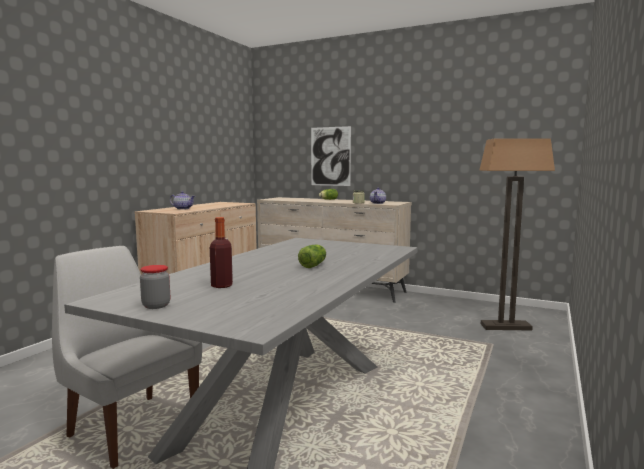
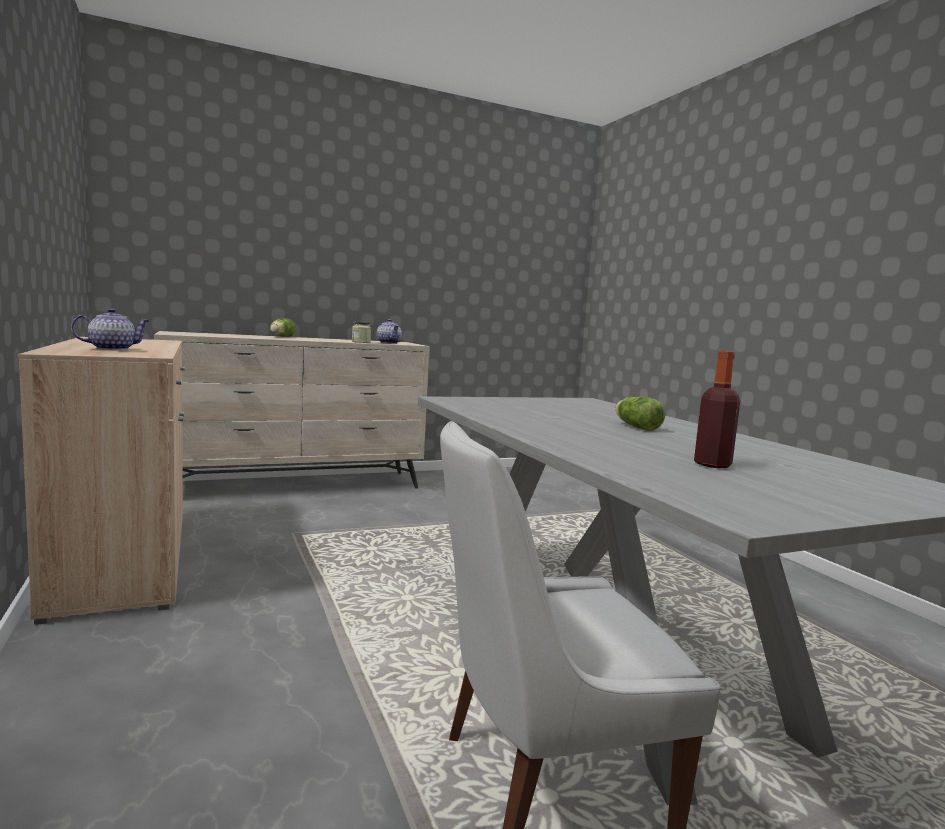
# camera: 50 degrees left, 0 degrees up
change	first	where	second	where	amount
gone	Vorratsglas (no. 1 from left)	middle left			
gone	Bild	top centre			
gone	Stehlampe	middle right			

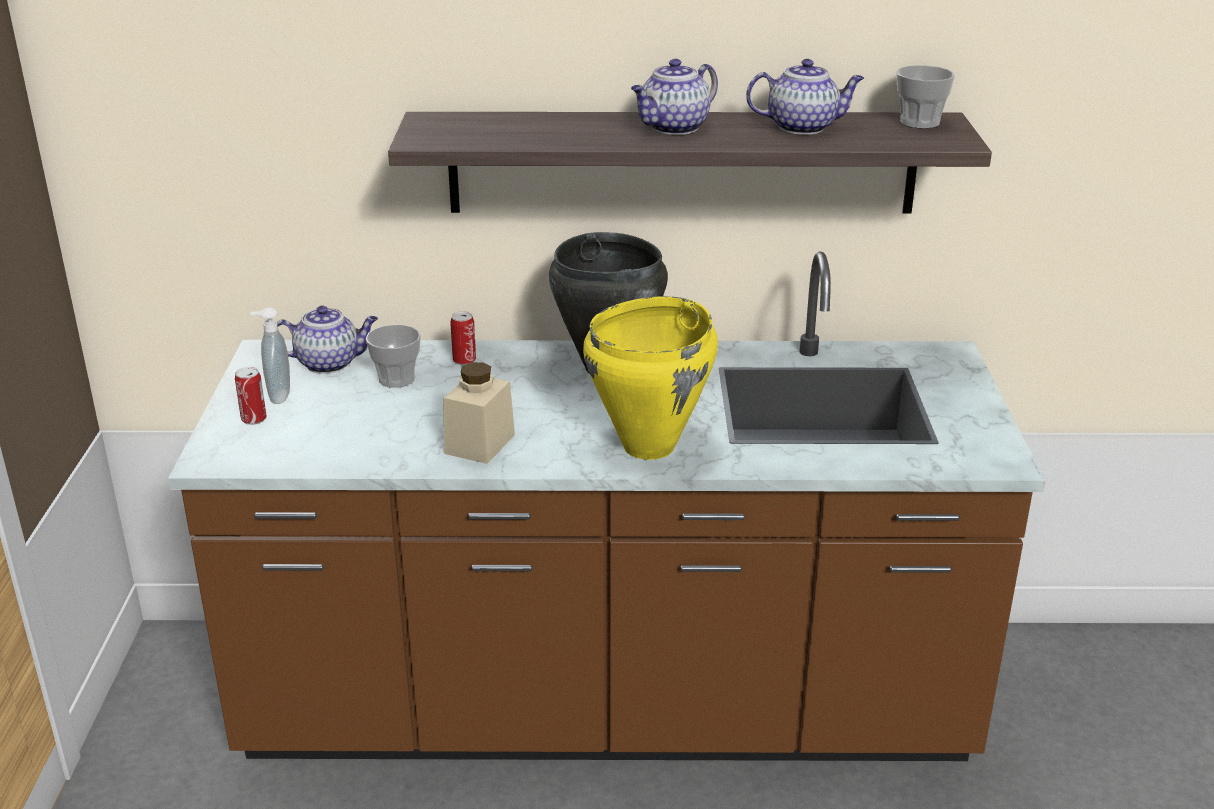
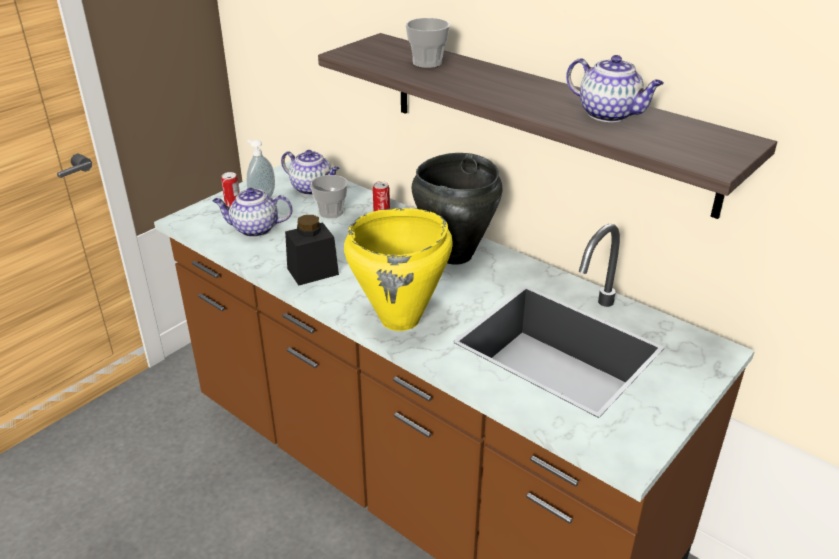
# camera: 40 degrees right, 5 degrees up
change	first	where	second	where	amount
shifted	Teekanne (no. 2 from left in the first image)	top centre	Teekanne (no. 1 from left)	middle left	
repainted	Vorratsglas [beige]	centre	Vorratsglas [schwarz]	centre	
shifted	Tasse (no. 2 from left)	top right		top centre	

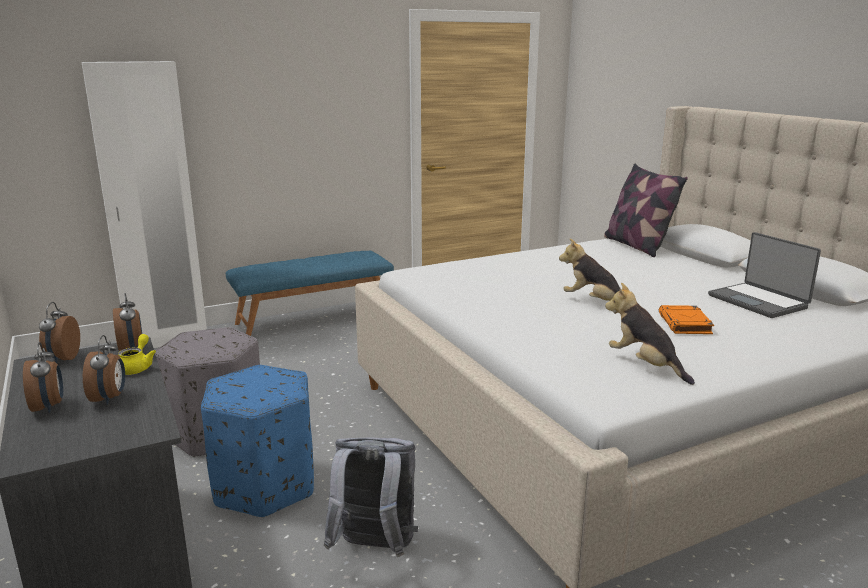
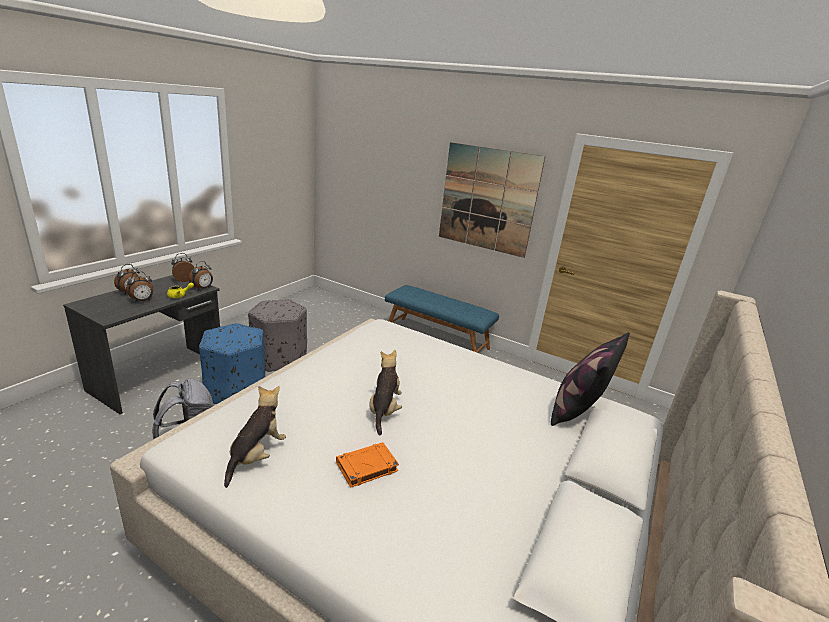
# camera: 55 degrees right, 5 degrees up
change	first	where	second	where	amount
new			Bild	top centre	
gone	Kleiderschrank [weiß]	middle left			
gone	Laptop	middle right			

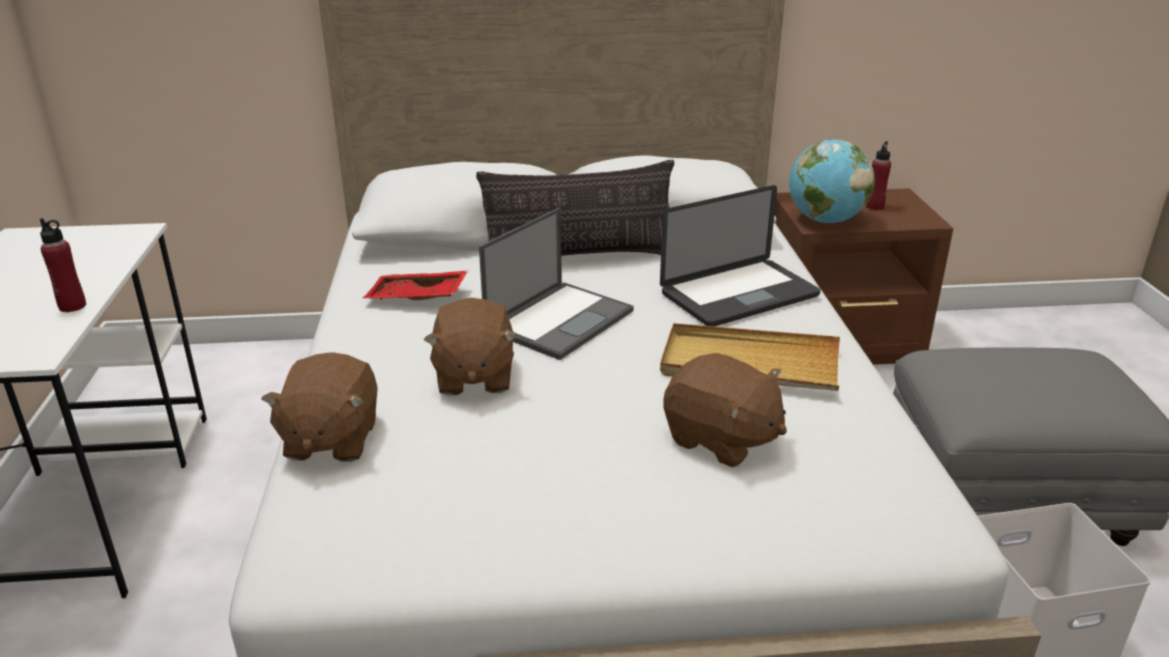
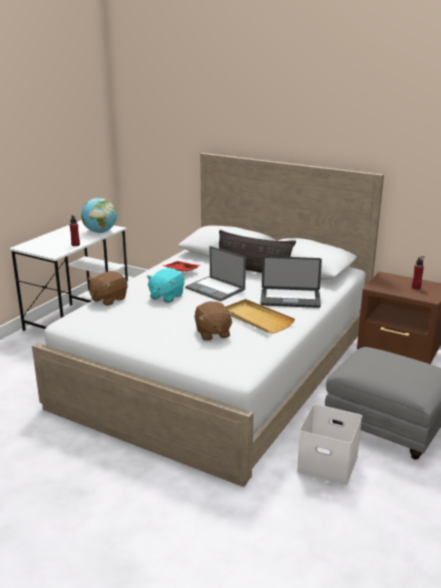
# camera: 35 degrees right, 5 degrees down
change	first	where	second	where	amount
shifted	Globus	top right		middle left	
repainted	Plüschtier [braun] (no. 2 from left)	centre	Plüschtier [türkis]	centre	
rotated	Laptop (no. 1 from left)	centre		centre	60 degrees clockwise

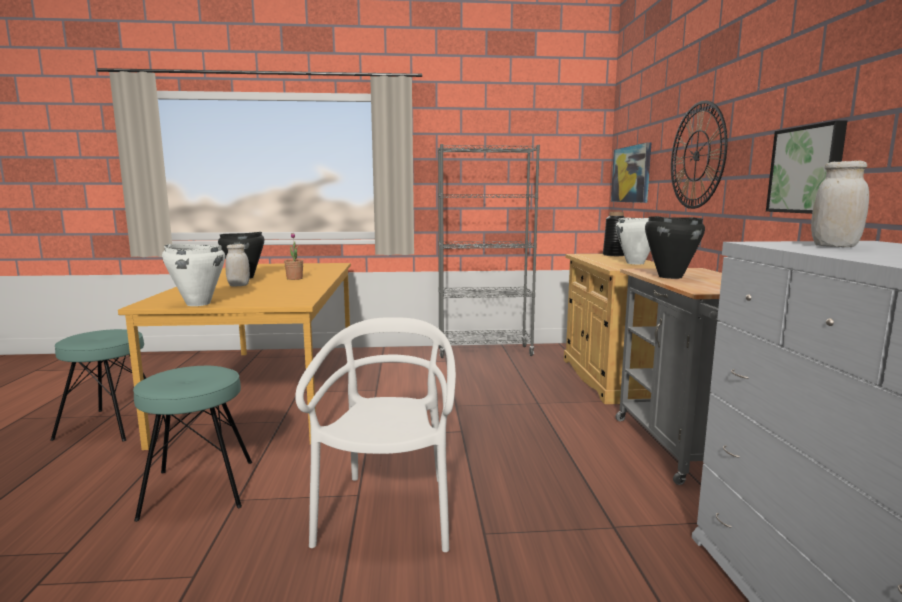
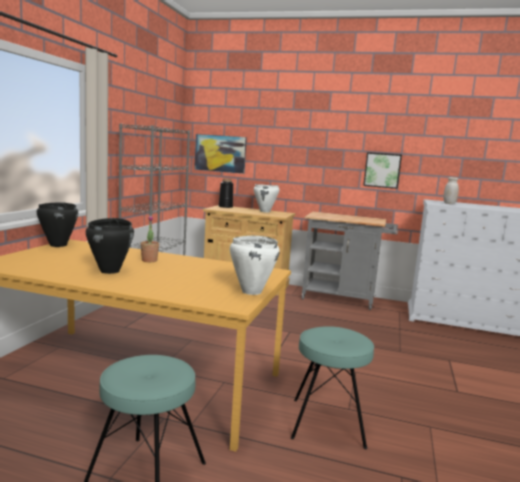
# camera: 70 degrees left, 0 degrees up
change	first	where	second	where	amount
shifted	Kochtopf [schwarz] (no. 2 from left in the first image)	middle right	Kochtopf [schwarz] (no. 1 from left)	middle left	
gone	Vorratsglas [weiß] (no. 1 from left)	middle left			
gone	Stuhl [weiß]	bottom centre			
gone	Wanduhr	top right			

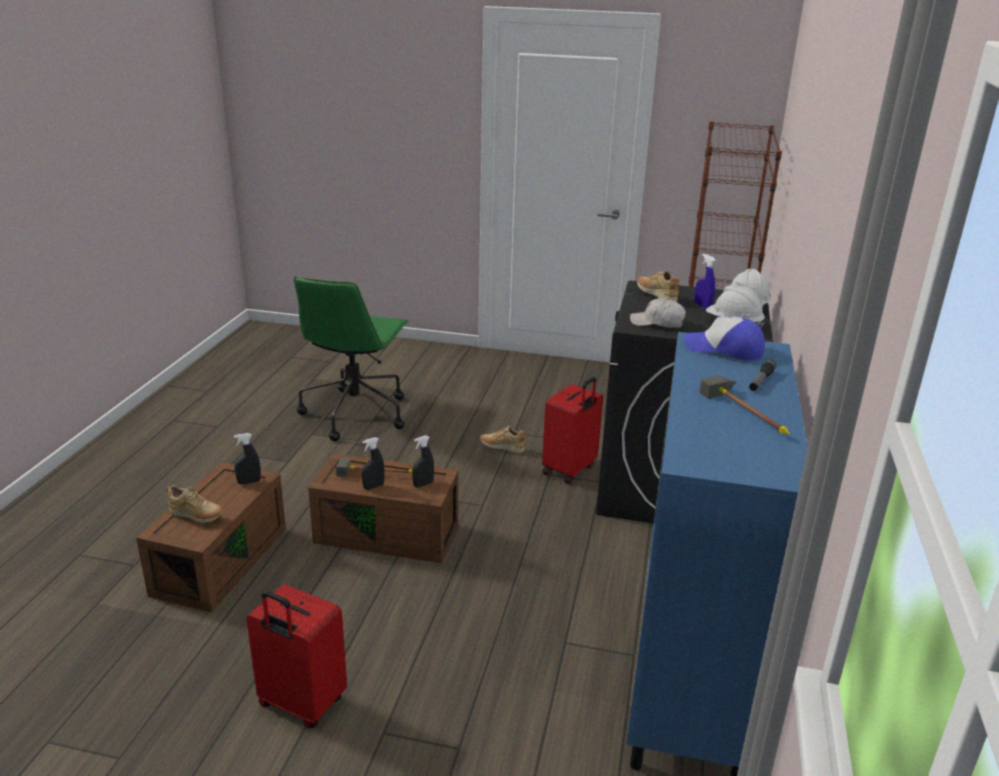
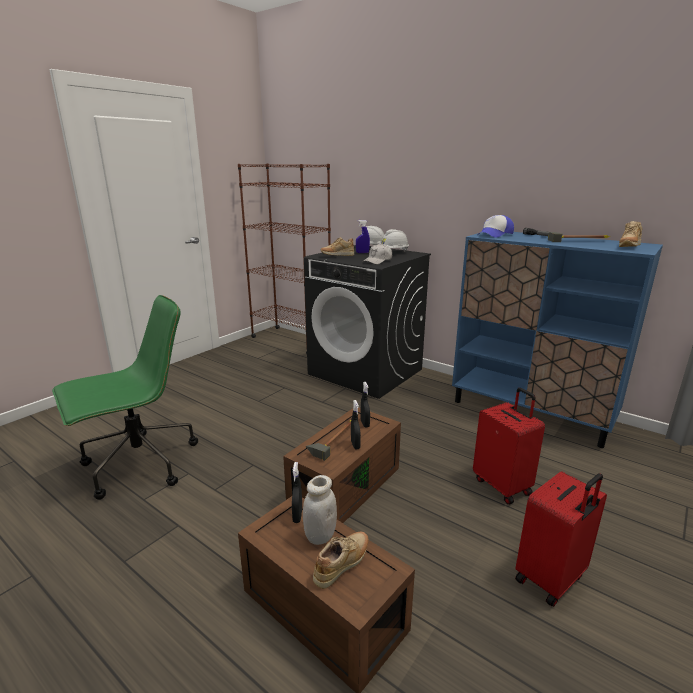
# camera: 65 degrees left, 5 degrees down
change	first	where	second	where	amount
rotated	Bürostuhl [grün]	centre		middle left	75 degrees counterclockwise
new			Vorratsglas [weiß]	bottom centre	
shifted	Koffer [rot] (no. 2 from left in the first image)	centre	Koffer [rot] (no. 1 from left)	middle right	
shifted	Schuh [beige] (no. 2 from left in the first image)	centre	Schuh [beige] (no. 3 from left)	middle right	

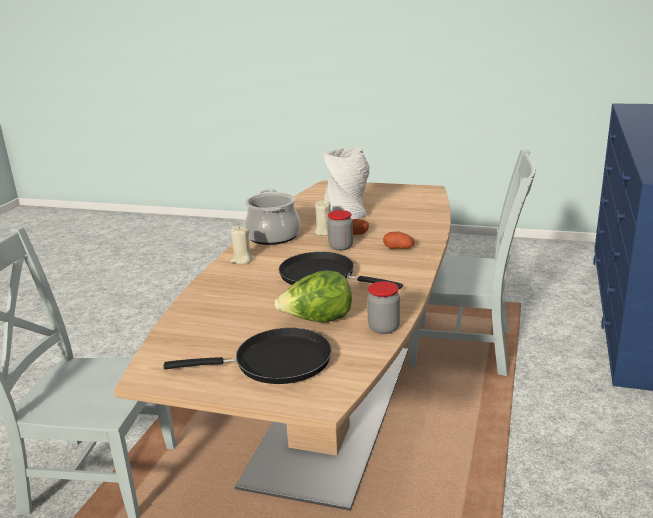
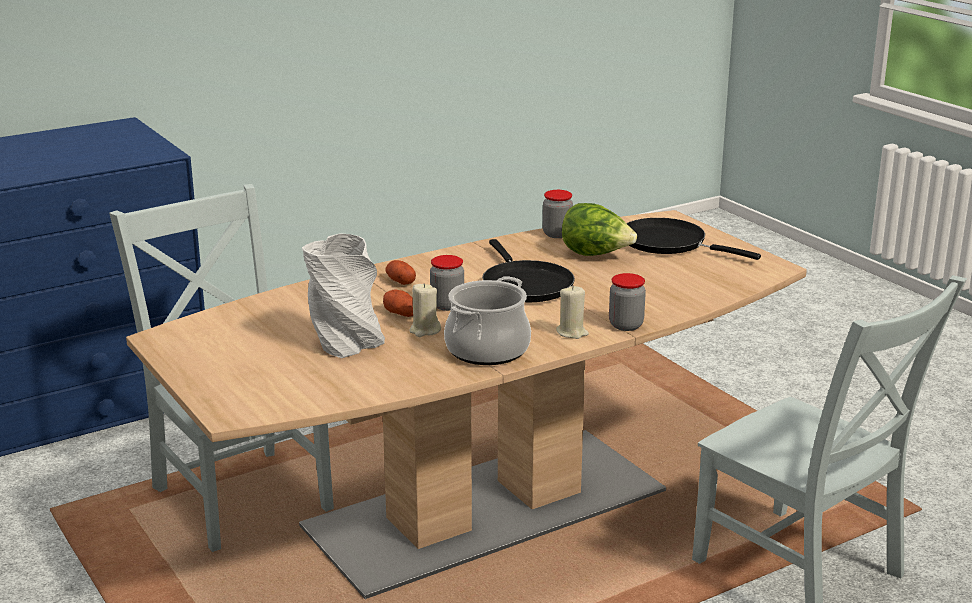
# camera: 140 degrees left, 0 degrees up
change	first	where	second	where	amount
new			Vorratsglas (no. 3 from left)	centre	

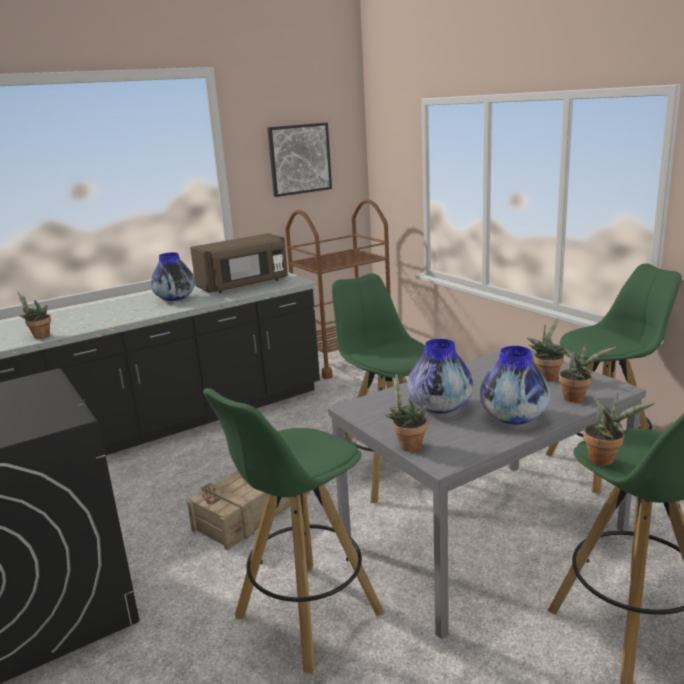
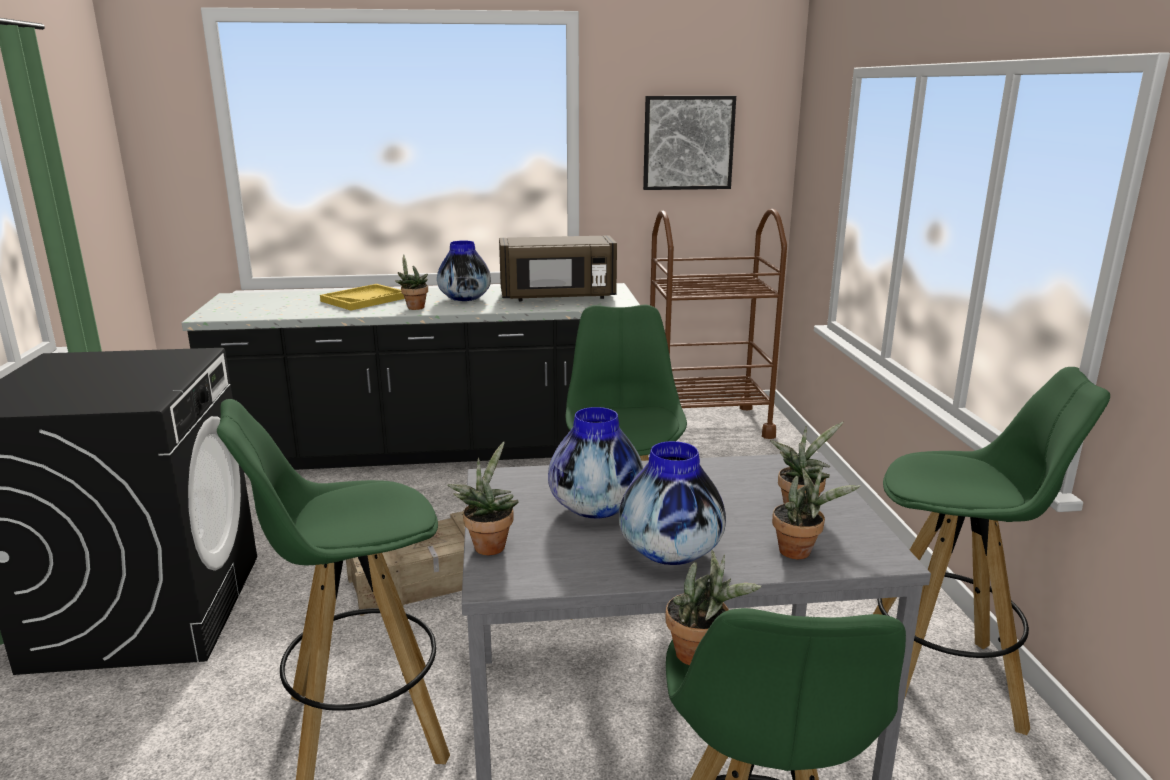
# camera: 25 degrees right, 0 degrees up
change	first	where	second	where	amount
new			Tablett [gelb]	middle left	
shifted	Topfpflanze (no. 1 from left)	middle left		centre	

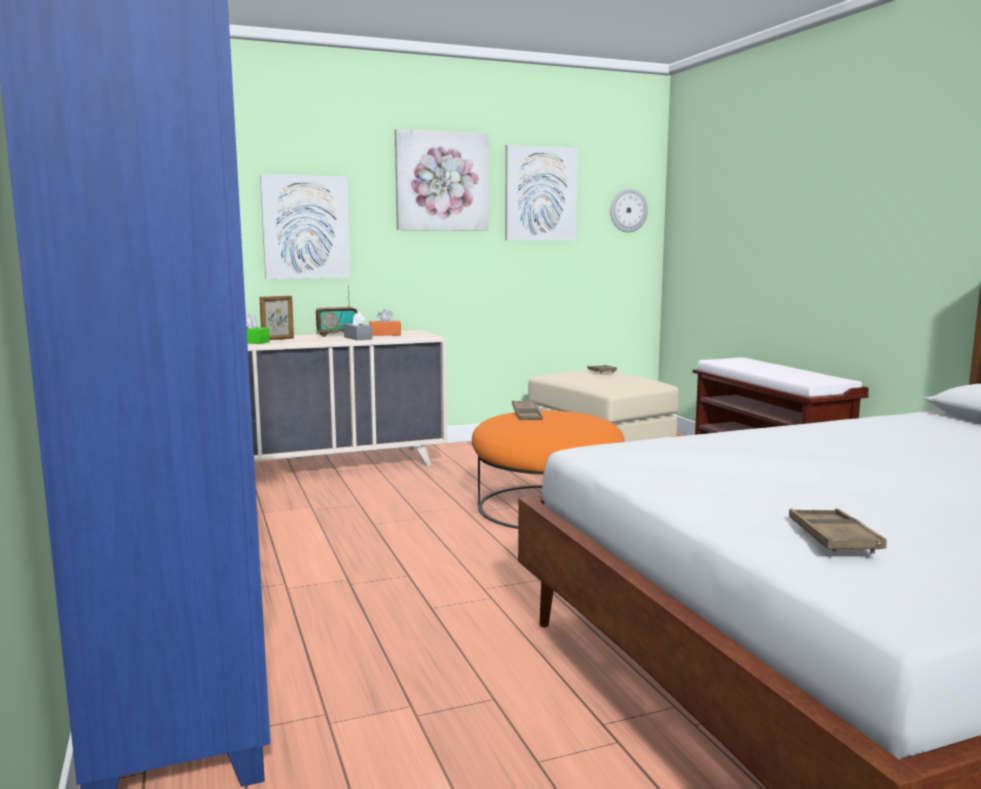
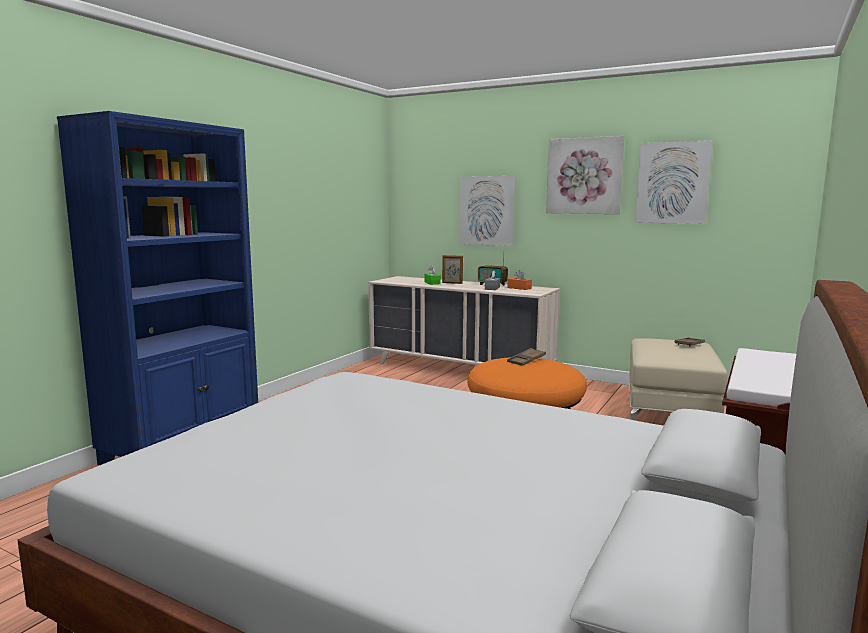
# camera: 50 degrees right, 0 degrees up
change	first	where	second	where	amount
gone	Wanduhr	top centre			
gone	Tablett [braun] (no. 3 from left)	bottom right			

